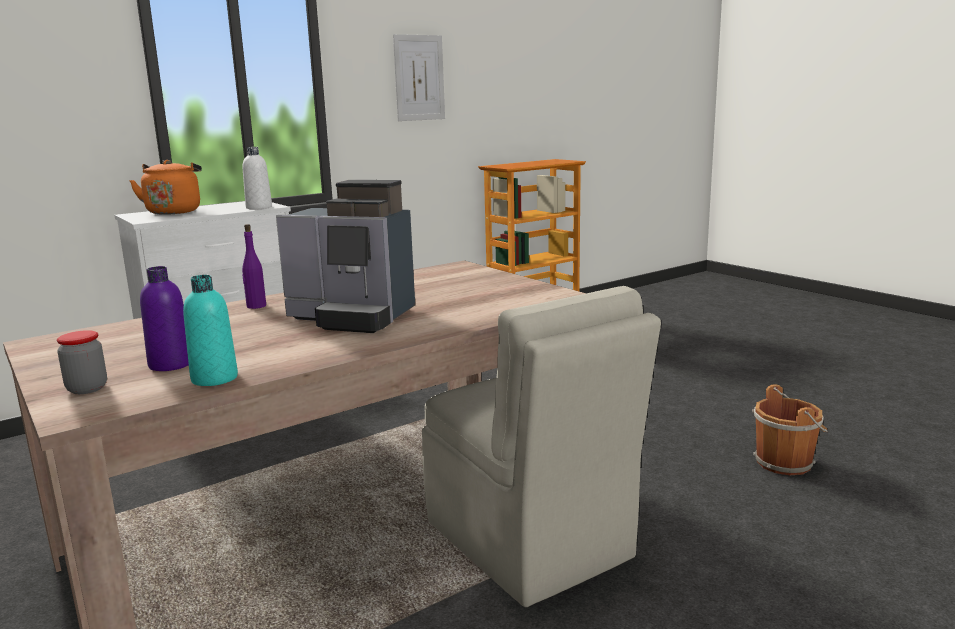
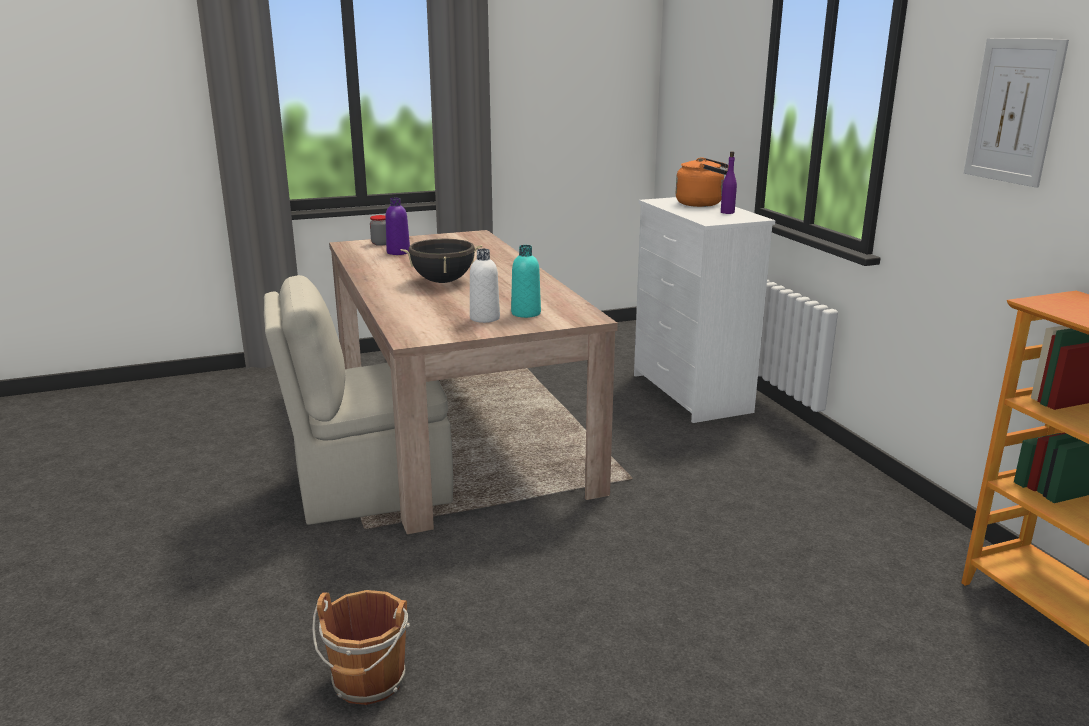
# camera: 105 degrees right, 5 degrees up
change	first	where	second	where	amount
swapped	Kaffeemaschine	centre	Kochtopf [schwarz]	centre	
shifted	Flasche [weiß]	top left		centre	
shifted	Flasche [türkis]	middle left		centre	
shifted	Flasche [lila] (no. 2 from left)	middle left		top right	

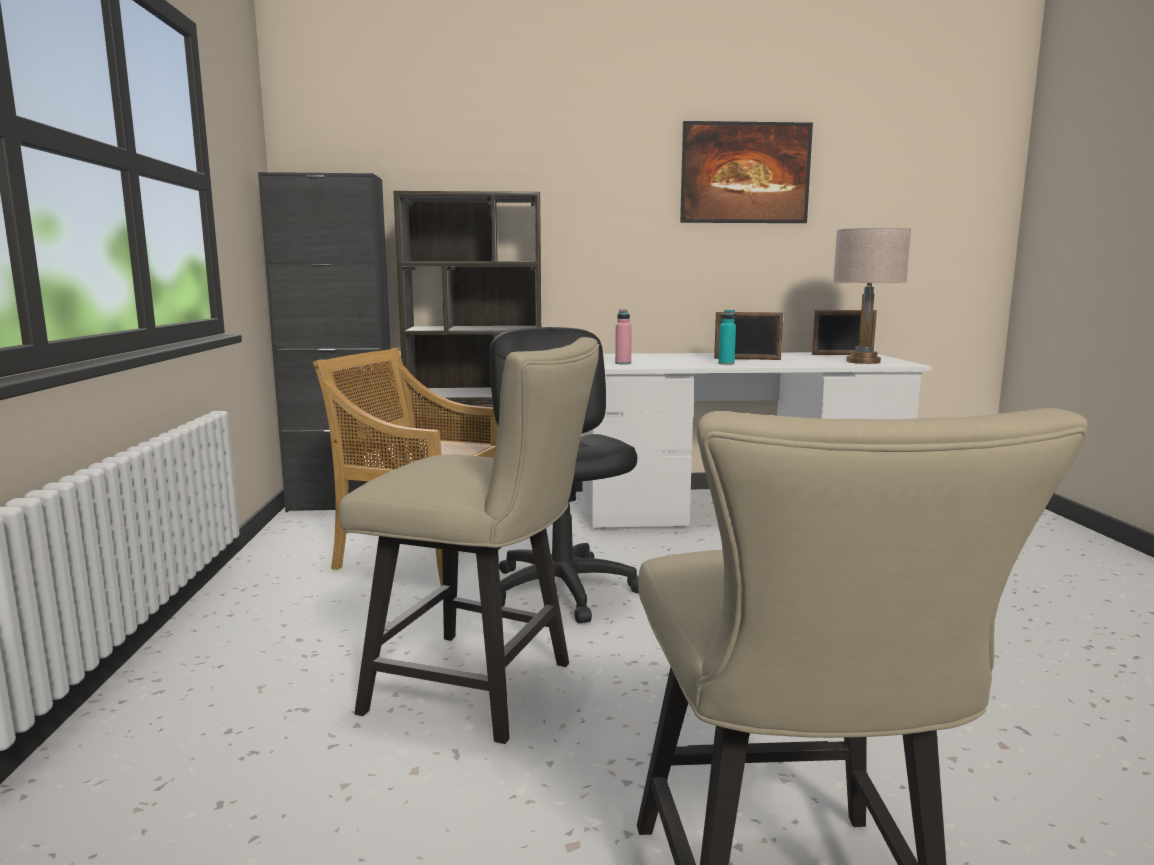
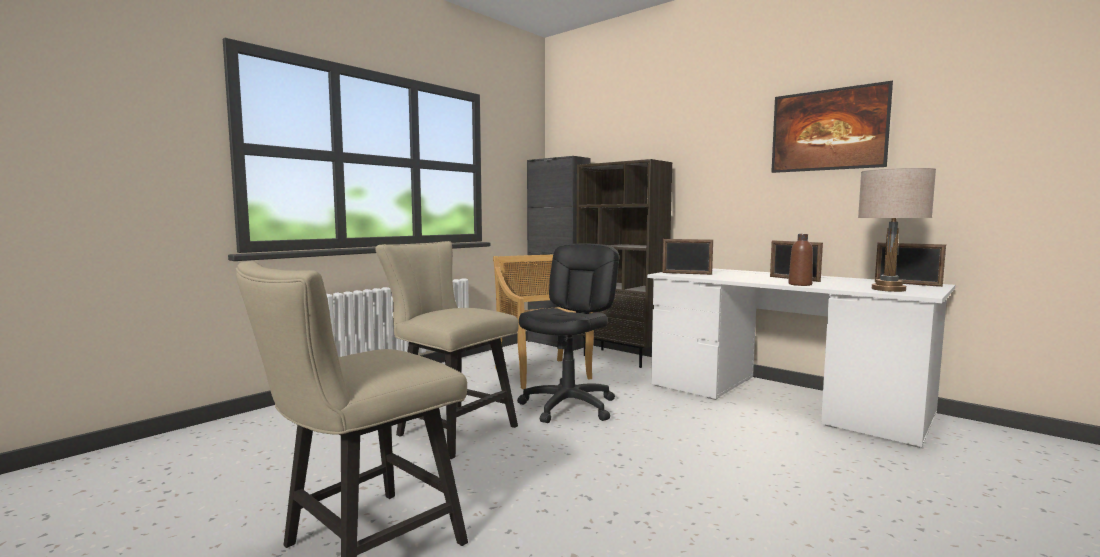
# camera: 45 degrees right, 5 degrees down
change	first	where	second	where	amount
rotated	Stuhl [beige] (no. 2 from left)	centre		centre	150 degrees clockwise
swapped	Flasche [rosa]	centre	Bilderrahmen (no. 1 from left)	centre	
new			Flasche [braun]	middle right	
gone	Flasche [türkis]	centre			

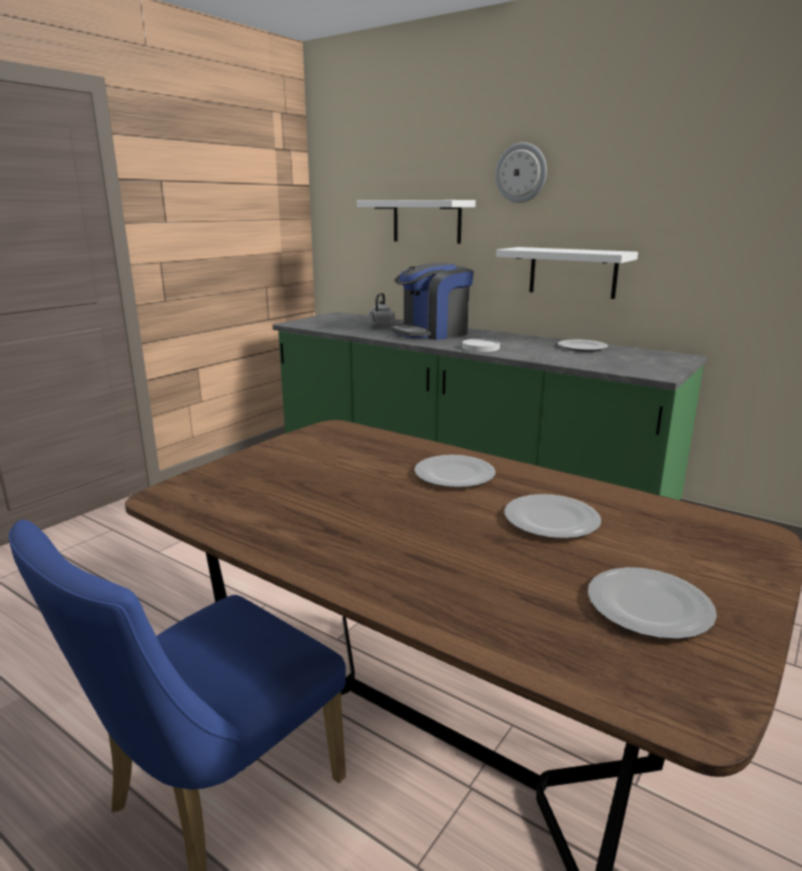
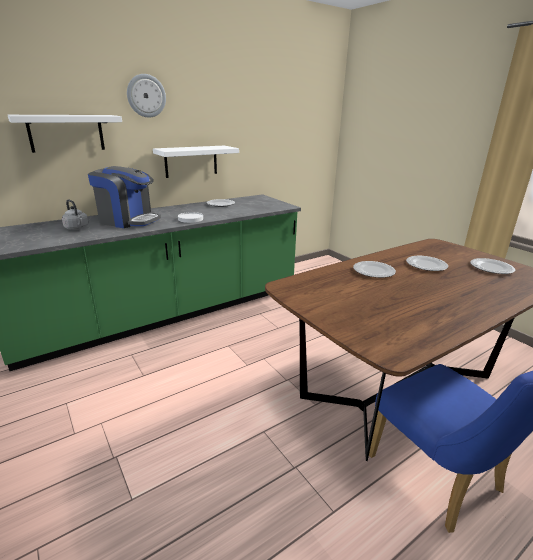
# camera: 70 degrees left, 5 degrees up
change	first	where	second	where	amount
rotated	Kaffeemaschine	centre		middle left	60 degrees counterclockwise

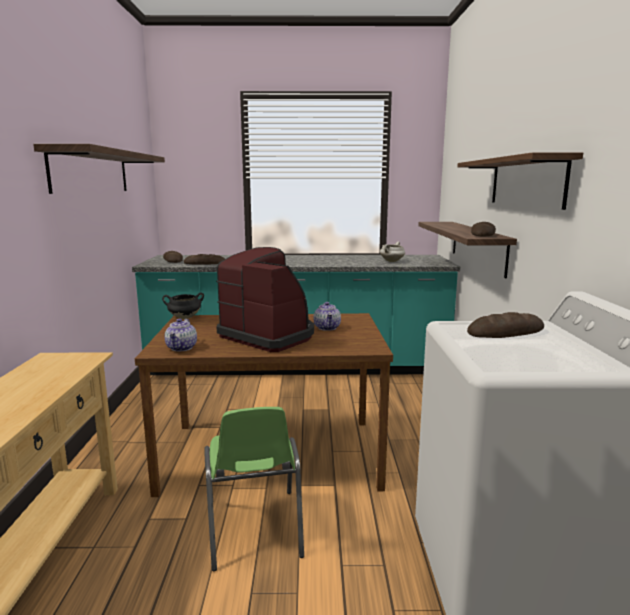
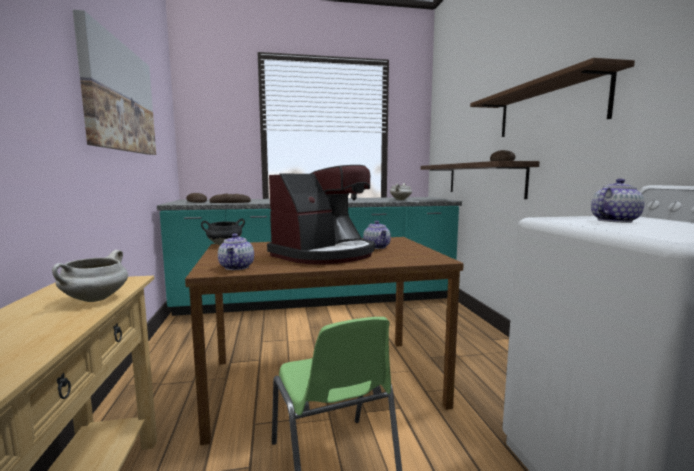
# camera: 10 degrees left, 5 degrees down
change	first	where	second	where	amount
new			Kochtopf [weiß] (no. 1 from left)	middle left	
swapped	Wandregal (no. 1 from left)	top left	Bild	top left	
rotated	Kaffeemaschine	centre		centre	105 degrees clockwise
swapped	Brot (no. 4 from left)	middle right	Teekanne (no. 3 from left)	middle right	

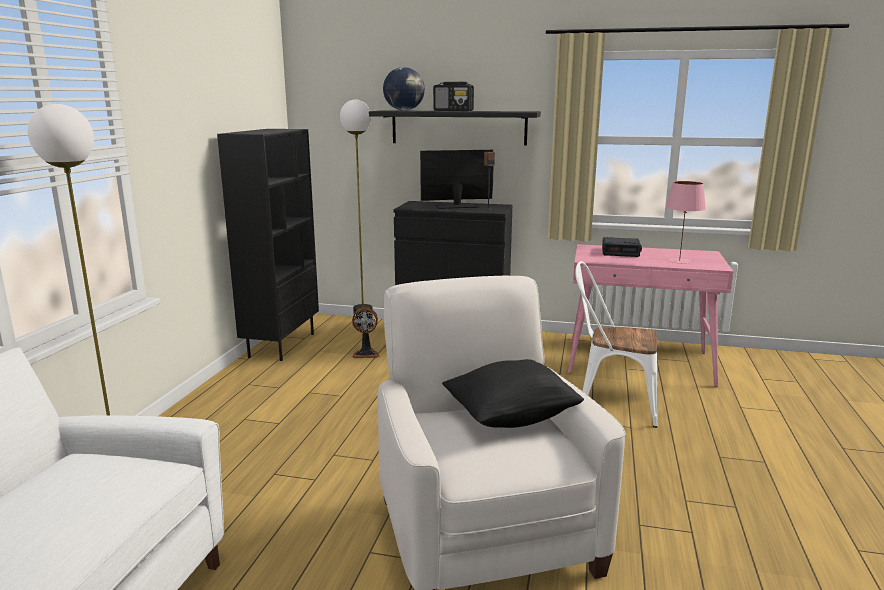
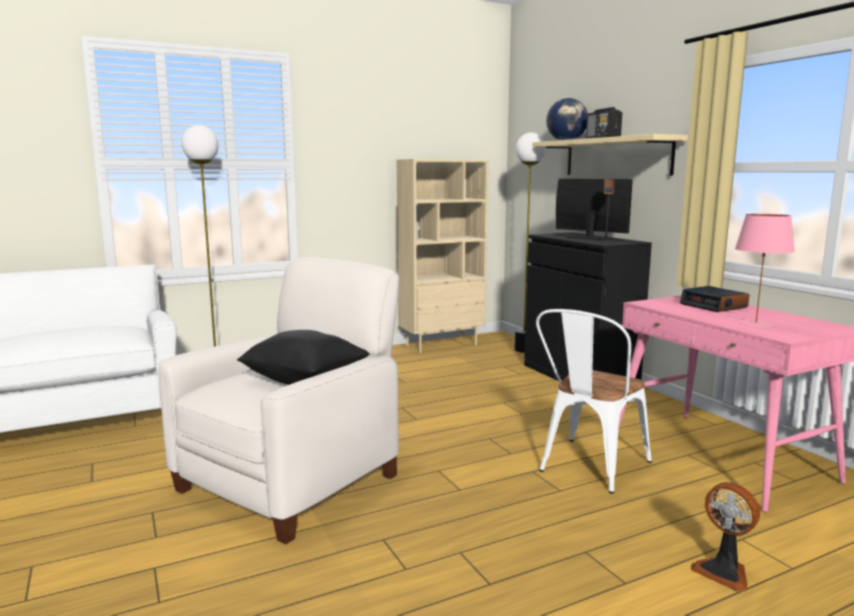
# camera: 50 degrees right, 5 degrees down
change	first	where	second	where	amount
repainted	Bücherregal [schwarz]	middle left	Bücherregal [beige]	centre	
repainted	Wandregal [schwarz]	top centre	Wandregal [beige]	top right	
rotated	Stuhl [weiß]	middle right		middle right	120 degrees counterclockwise
shifted	Ventilator	centre		bottom right	

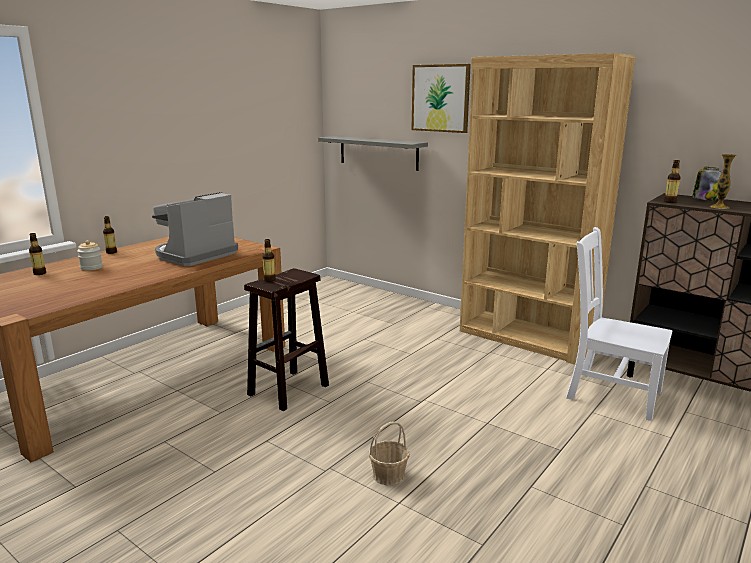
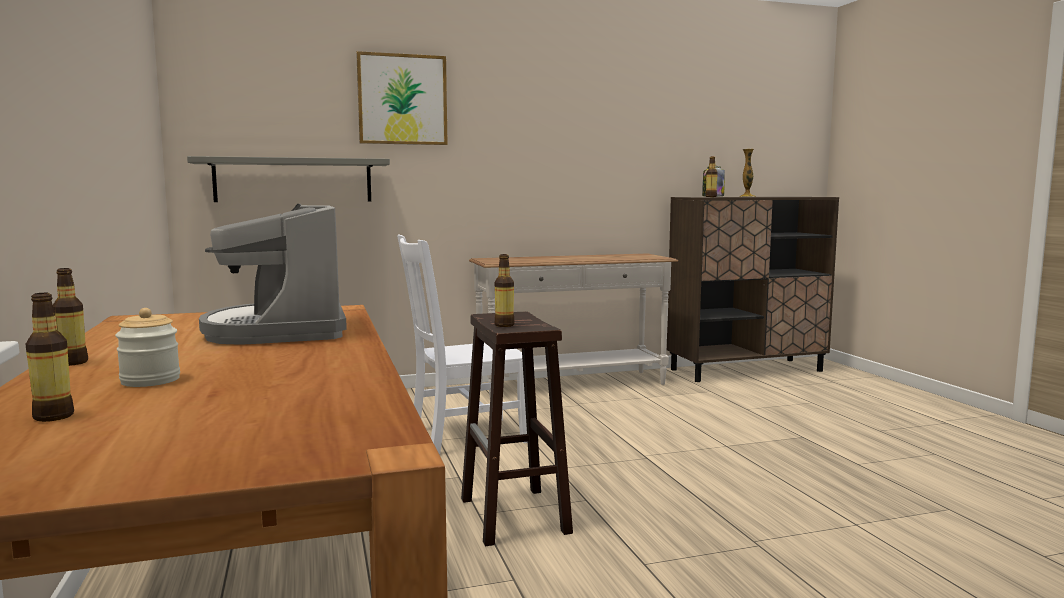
# camera: 55 degrees left, 10 degrees down
change	first	where	second	where	amount
shifted	Stuhl [weiß]	middle right		centre	
swapped	Bücherregal [braun]	middle right	Konsolentisch [weiß]	centre	
gone	Korb	bottom centre			

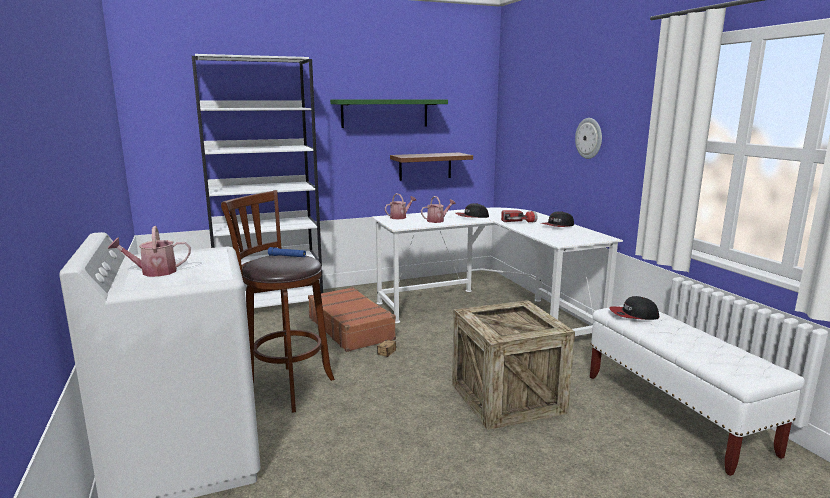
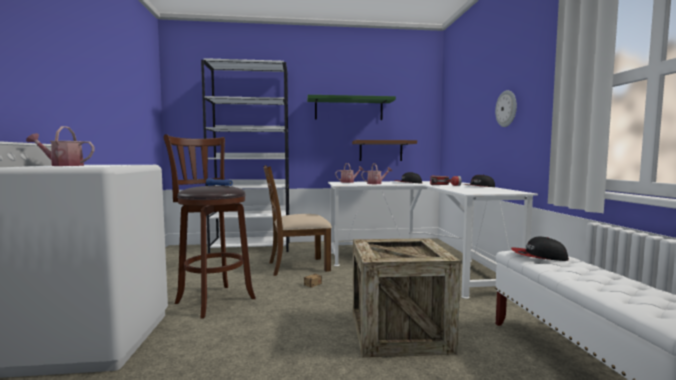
# camera: 15 degrees right, 10 degrees down
change	first	where	second	where	amount
swapped	Koffer [braun]	centre	Stuhl [braun]	centre	

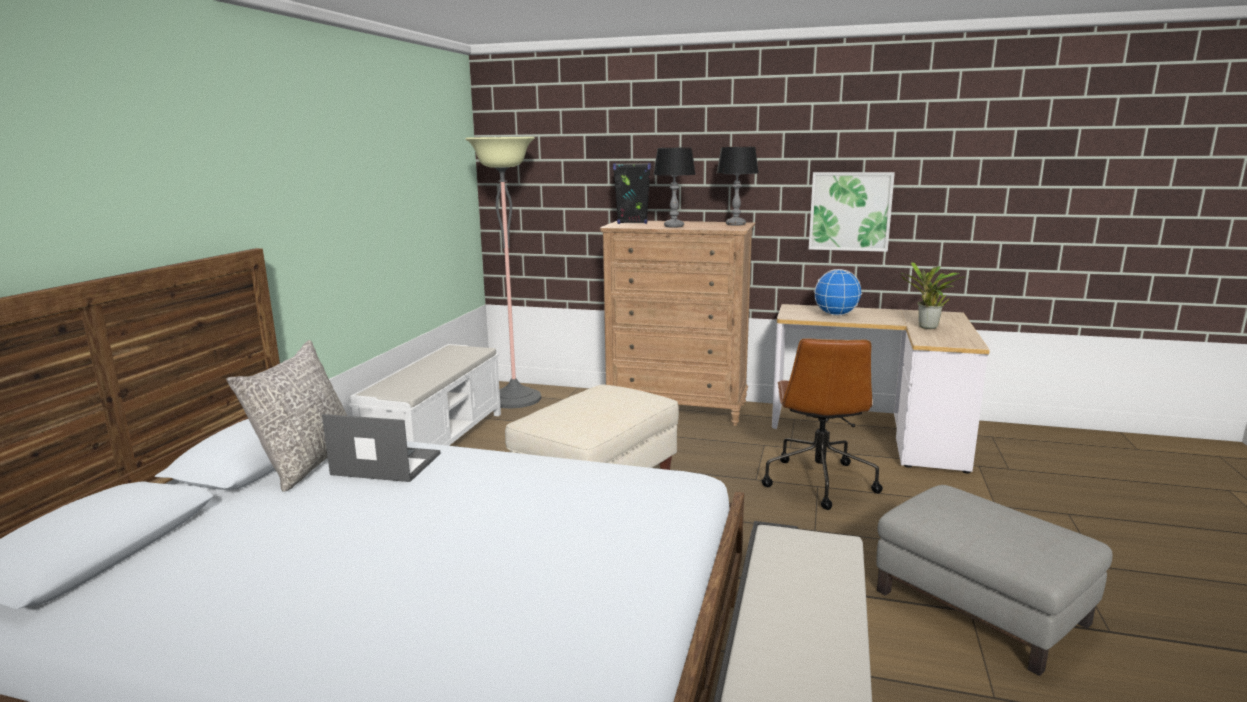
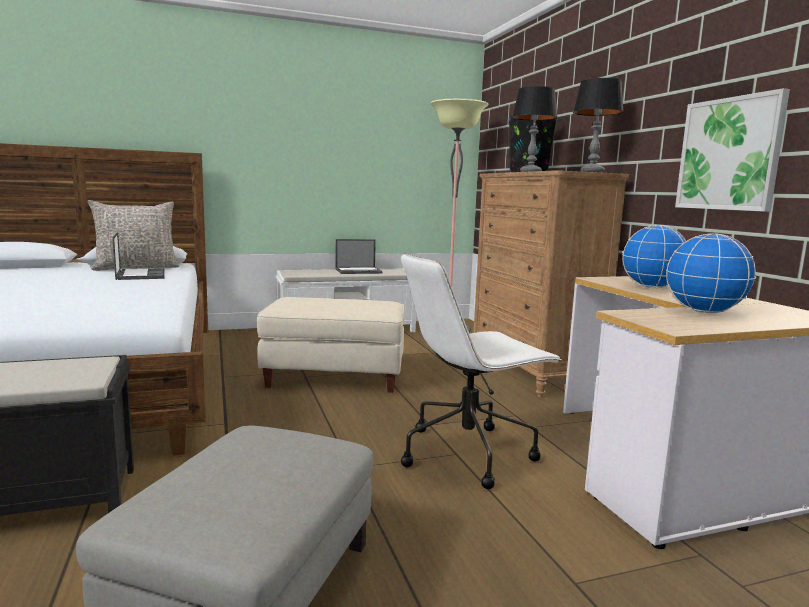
# camera: 55 degrees right, 5 degrees down
change	first	where	second	where	amount
new			Laptop (no. 2 from left)	centre	
repainted	Bürostuhl [braun]	centre	Bürostuhl [weiß]	centre	
swapped	Topfpflanze	middle right	Globus (no. 2 from left)	middle right	

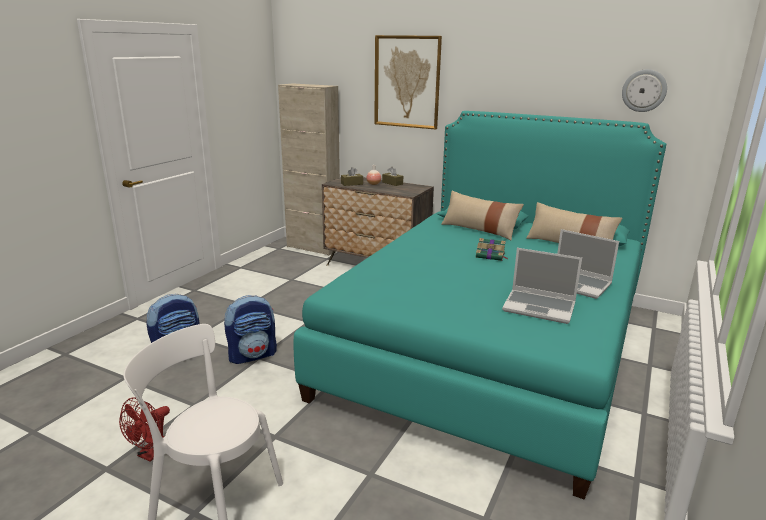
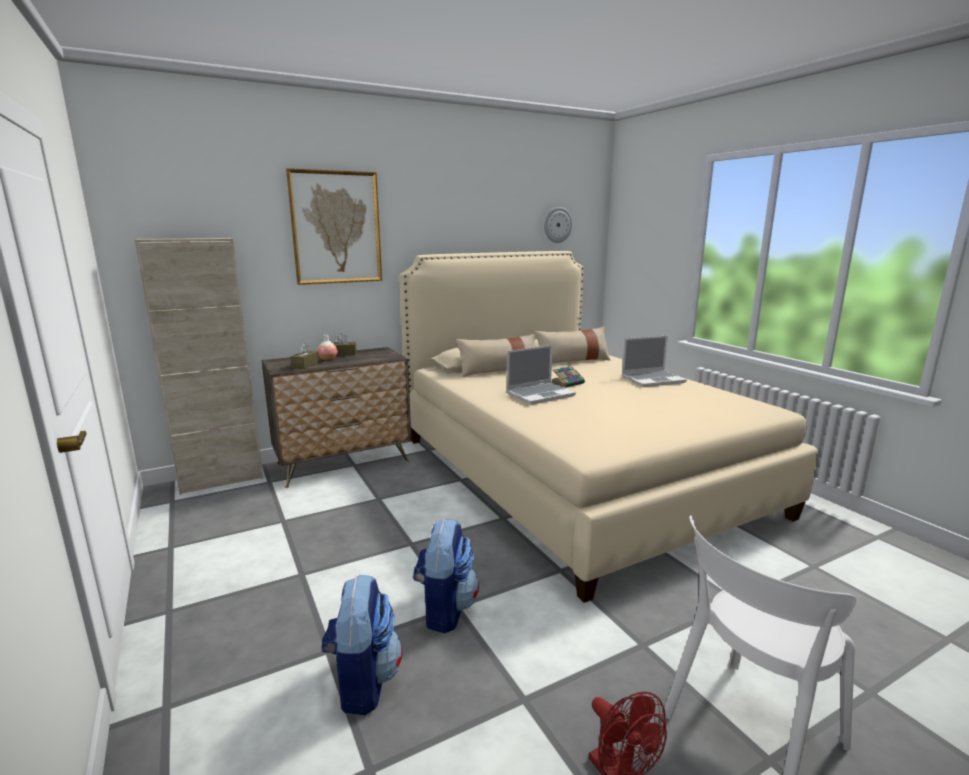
# camera: 55 degrees left, 5 degrees down
change	first	where	second	where	amount
repainted	Bett [türkis]	centre	Bett [beige]	centre	
shifted	Laptop (no. 1 from left)	middle right		centre	

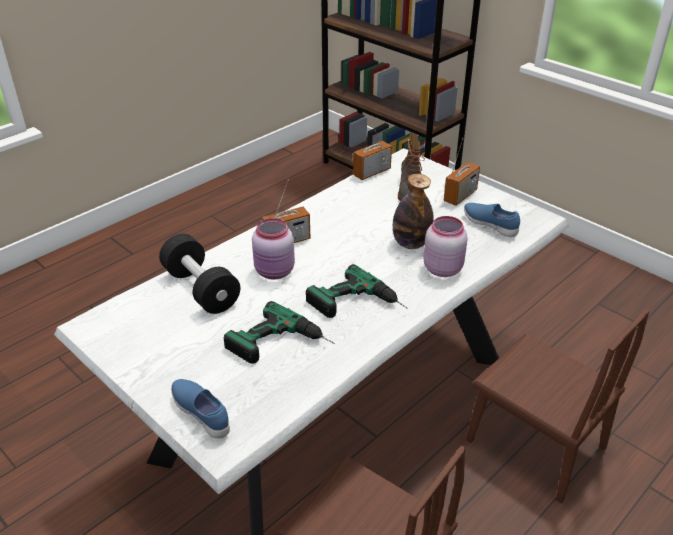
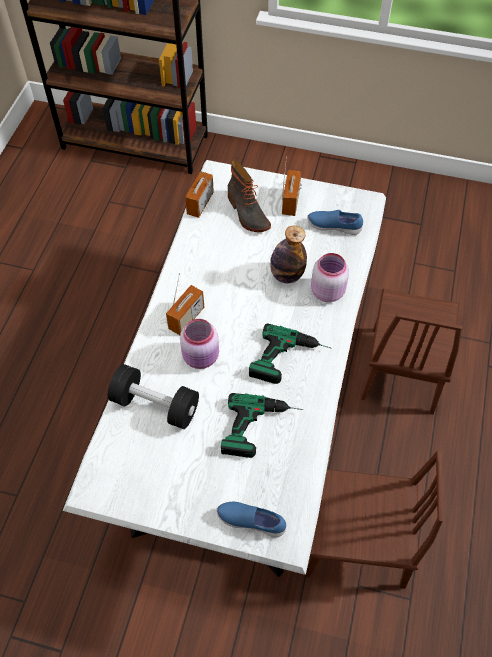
# camera: 30 degrees left, 20 degrees up
change	first	where	second	where	amount
rotated	Stuhl [braun] (no. 2 from left)	bottom right		middle right	90 degrees clockwise

